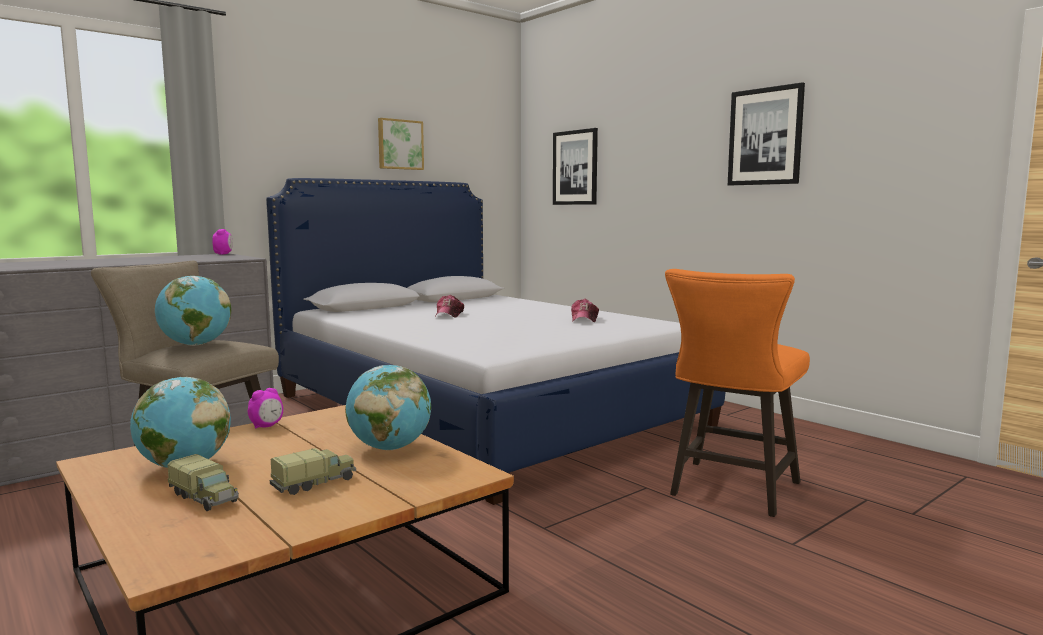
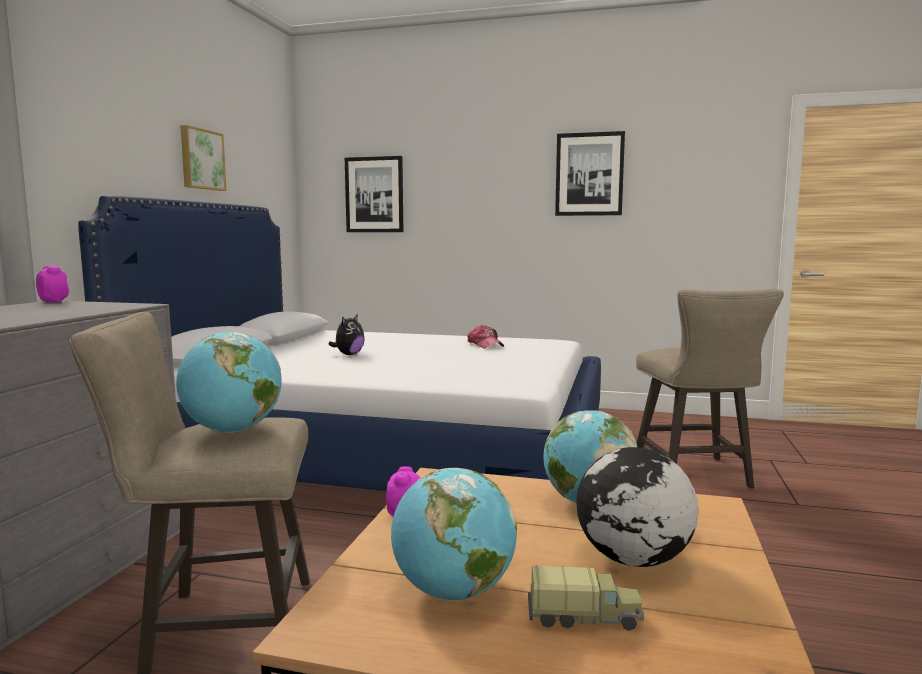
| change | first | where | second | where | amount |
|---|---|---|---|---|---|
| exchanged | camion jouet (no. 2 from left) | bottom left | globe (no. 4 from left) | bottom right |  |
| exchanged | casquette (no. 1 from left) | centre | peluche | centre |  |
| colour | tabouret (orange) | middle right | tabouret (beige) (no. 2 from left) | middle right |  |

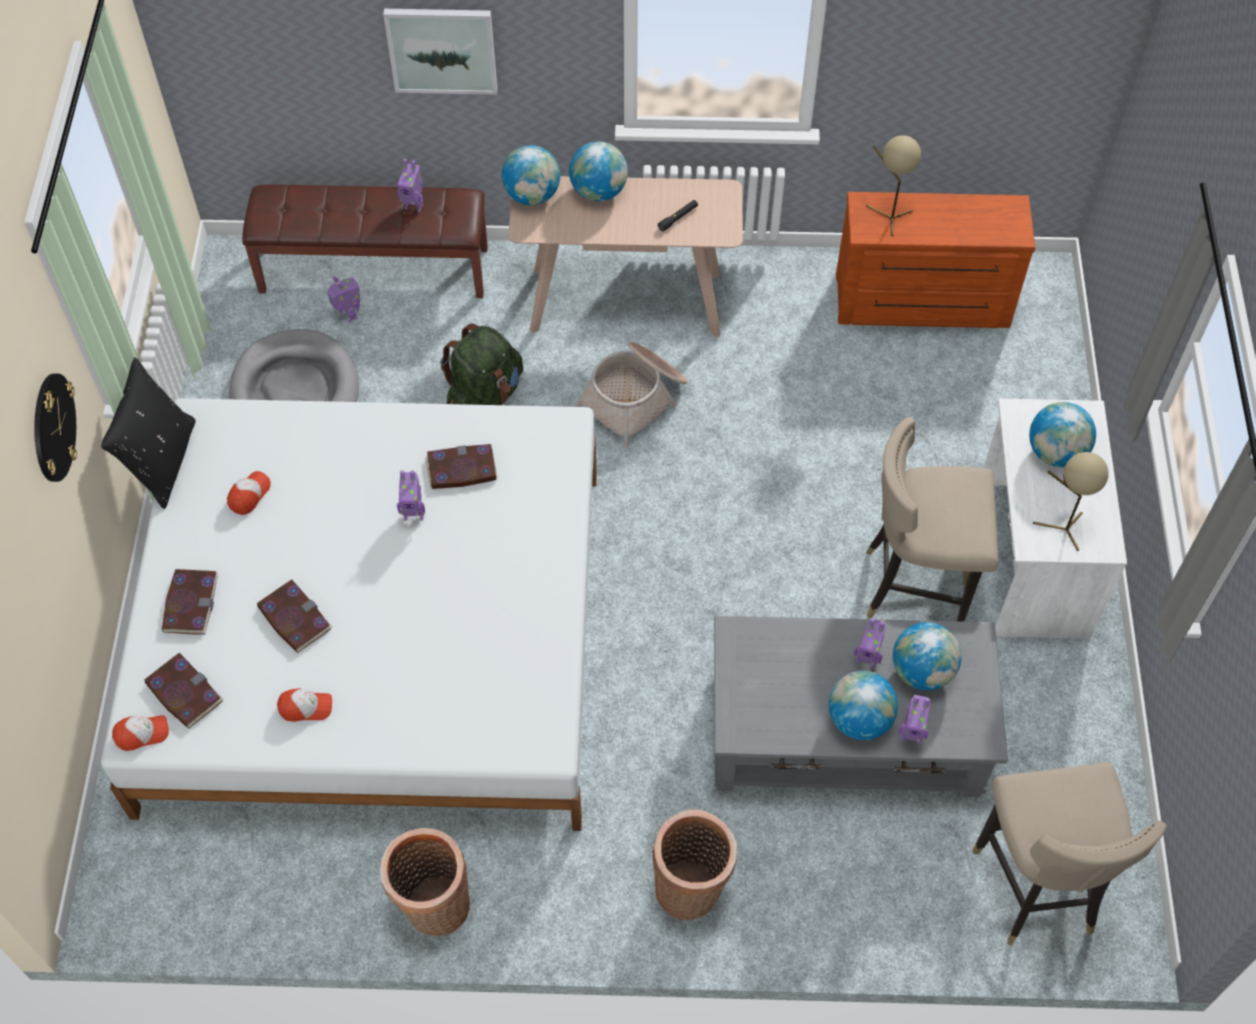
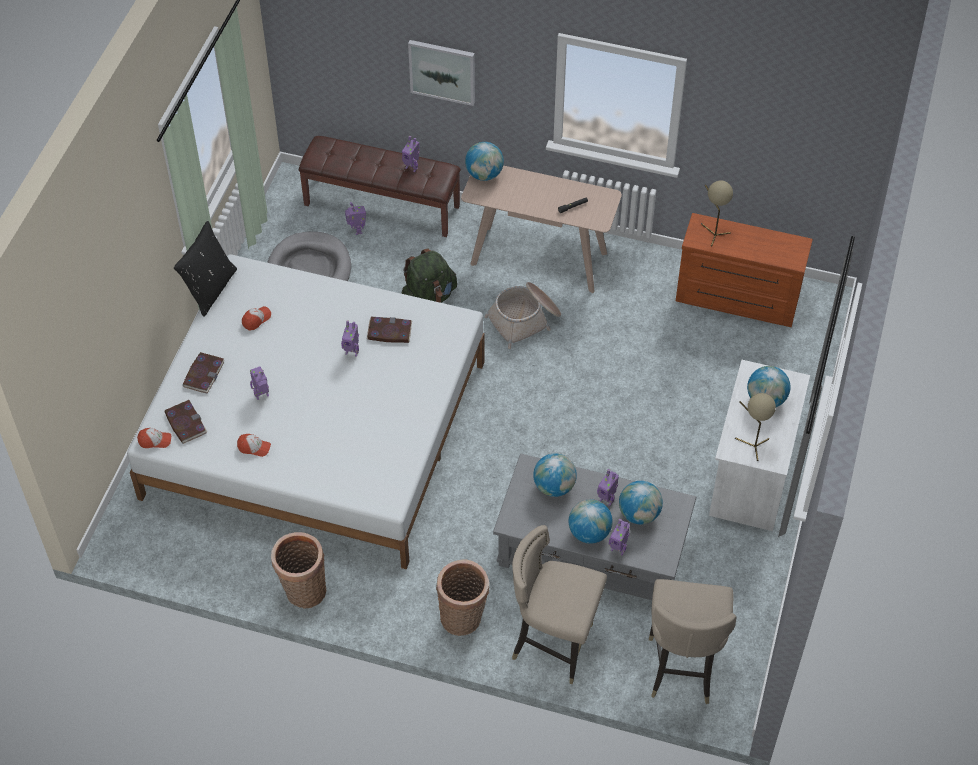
| change | first | where | second | where | amount |
|---|---|---|---|---|---|
| missing | horloge murale | middle left |  |  |  |
| exchanged | livre (no. 3 from left) | middle left | robot jouet (no. 1 from left) | middle left |  |
| relocated | globe (no. 2 from left) | top centre |  | centre |  |
| relocated | tabouret (beige) (no. 1 from left) | middle right |  | bottom centre |  |

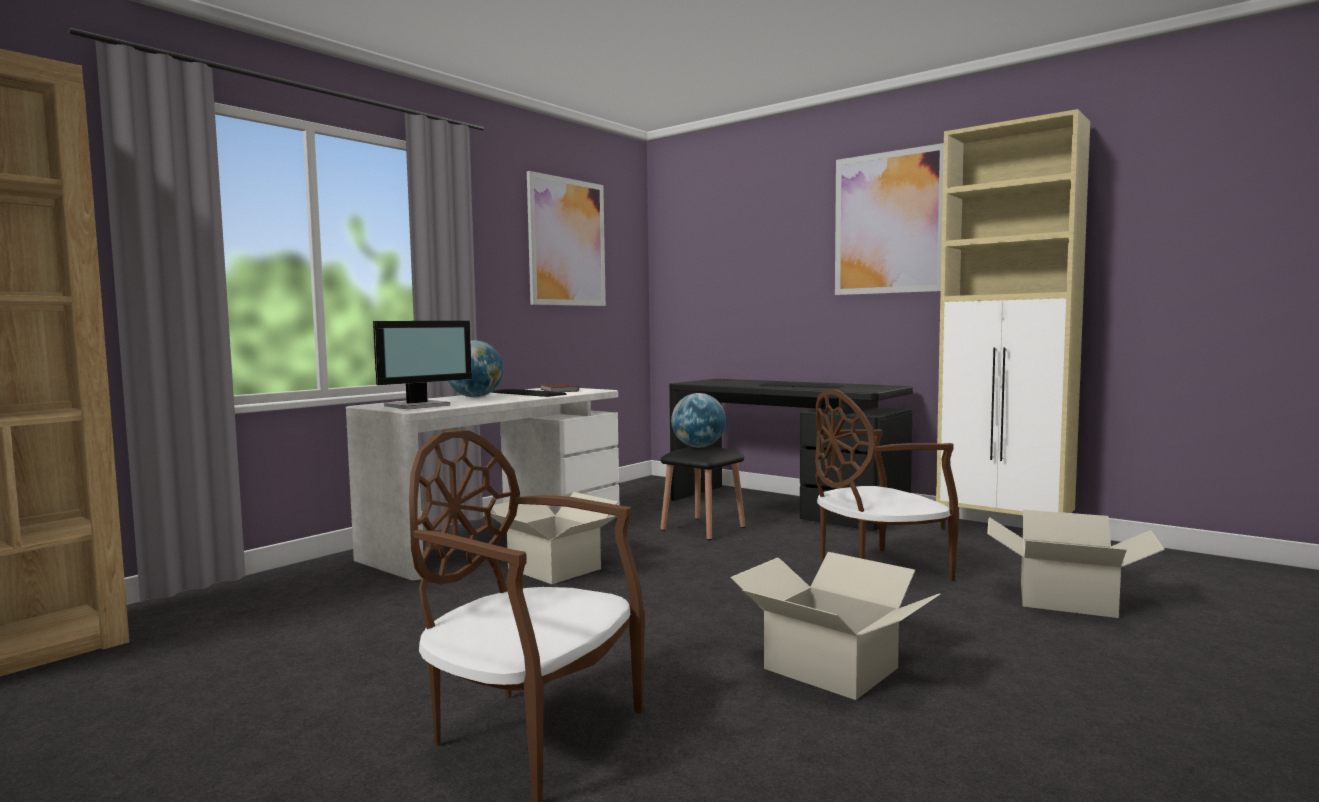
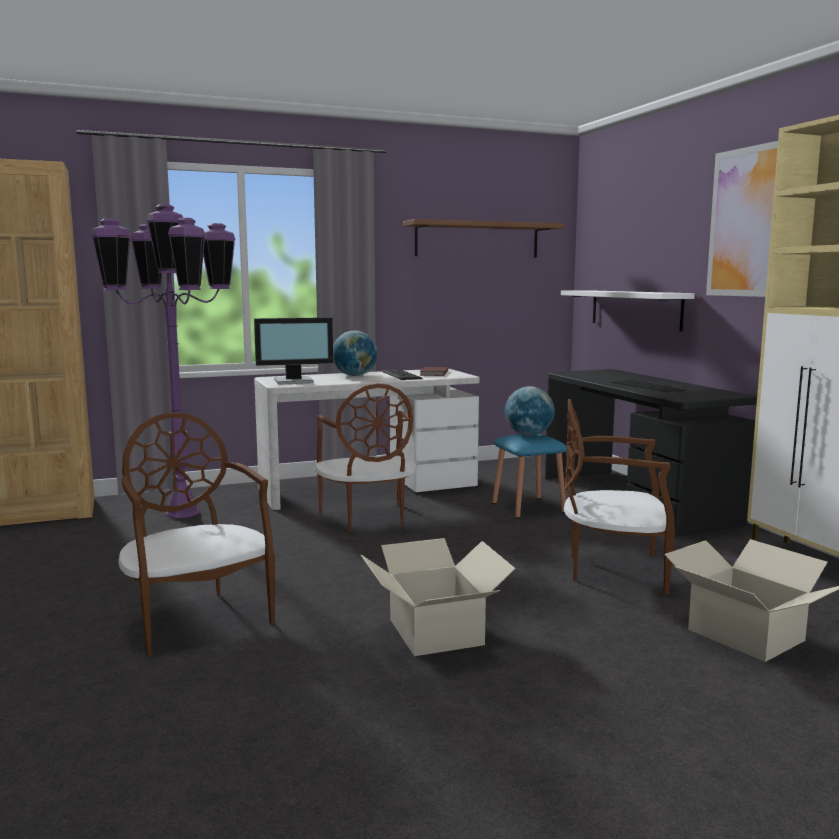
| change | first | where | second | where | amount |
|---|---|---|---|---|---|
| exchanged | carton (no. 1 from left) | bottom centre | chaise (marron) (no. 2 from left) | centre |  |
| exchanged | tableau (no. 1 from left) | top centre | étagère (marron) | top centre |  |
| colour | tabouret (noir) | centre | tabouret (bleu) | centre |  |
| appeared |  |  | lampadaire (violet) | middle left |  |
| appeared |  |  | étagère (blanc) | middle right |  |

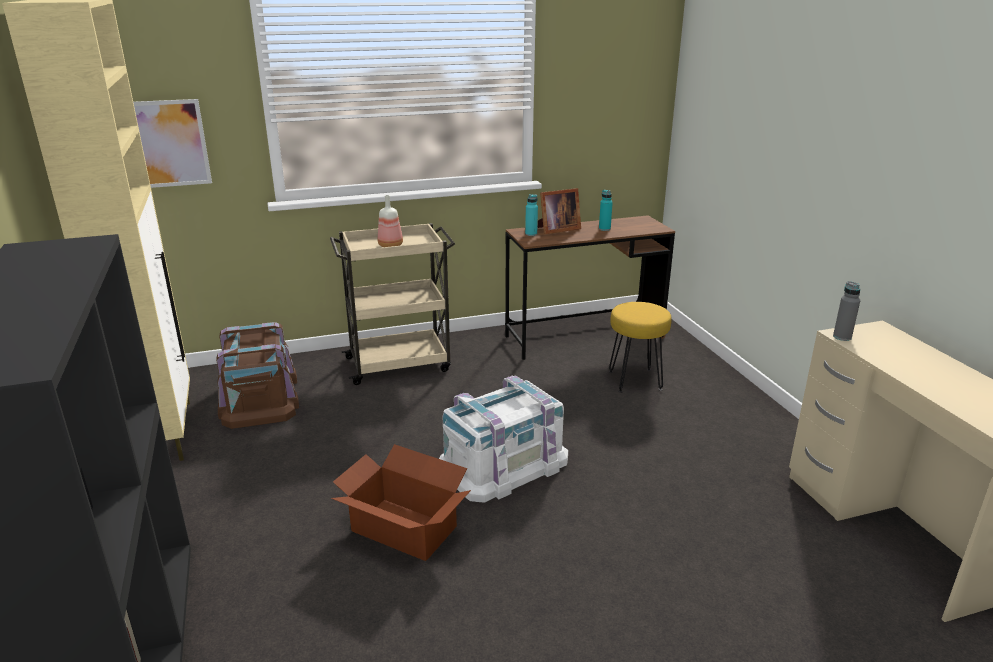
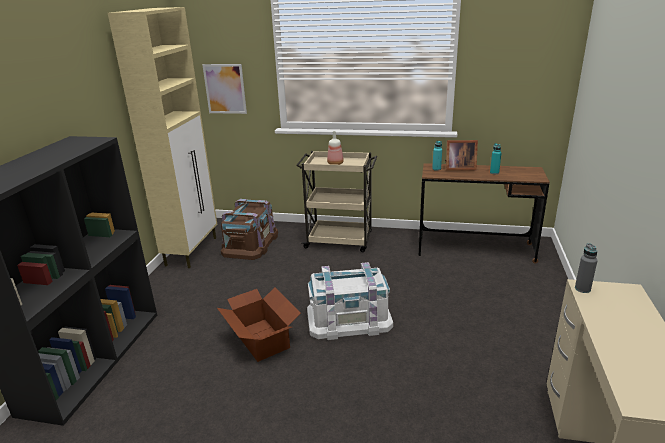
| change | first | where | second | where | amount |
|---|---|---|---|---|---|
| missing | tabouret (jaune) | centre |  |  |  |

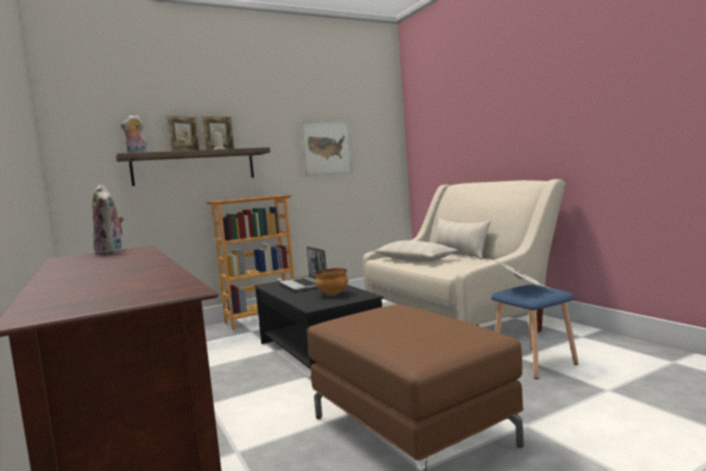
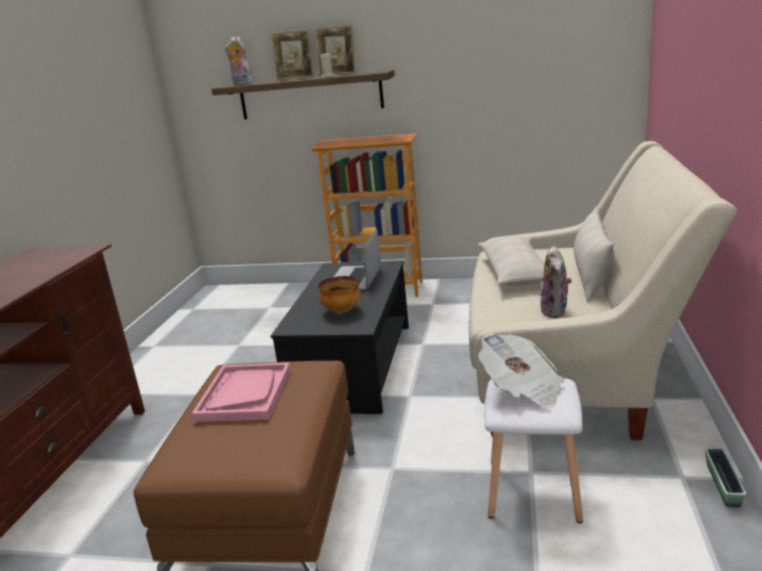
| change | first | where | second | where | amount |
|---|---|---|---|---|---|
| relocated | peluche (no. 1 from left in the first image) | middle left | peluche (no. 2 from left) | middle right |  |
| missing | tableau | top centre |  |  |  |
| colour | tabouret (bleu) | bottom right | tabouret (blanc) | bottom right |  |
| appeared |  |  | plateau (rose) | bottom left |  |
| appeared |  |  | cache-pot | bottom right |  |

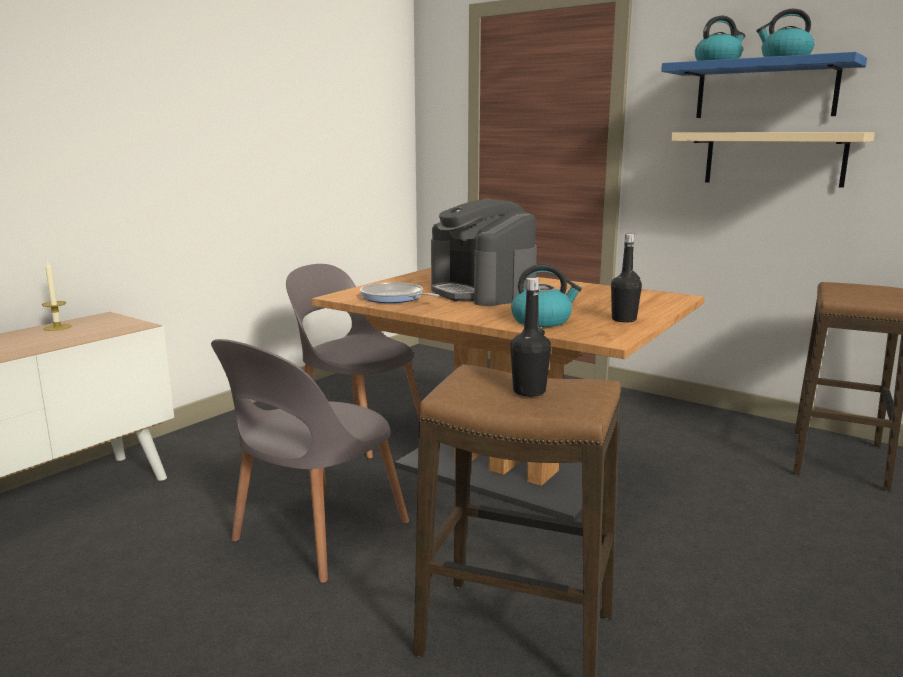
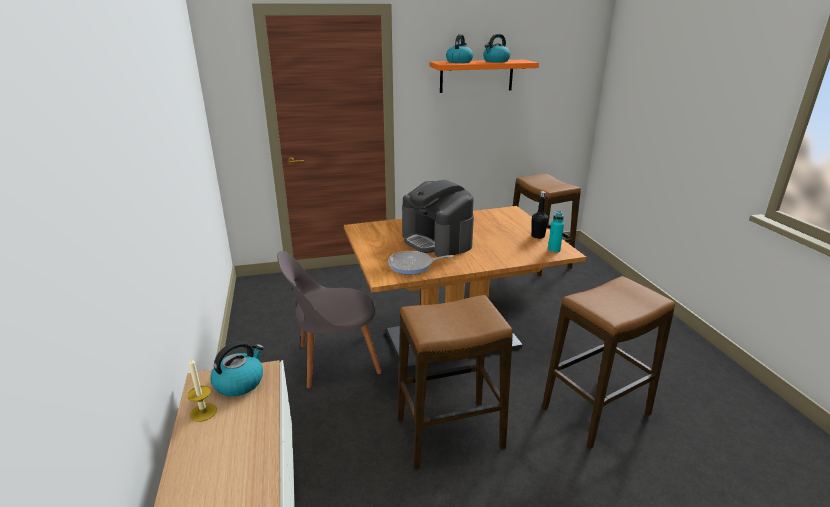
| change | first | where | second | where | amount |
|---|---|---|---|---|---|
| exchanged | chaise (gris) (no. 1 from left) | bottom centre | tabouret (no. 1 from left) | bottom centre |  |
| spun | machine à café | centre |  | centre | 45 degrees clockwise |
| missing | bouteille (noir) (no. 1 from left) | centre |  |  |  |
| relocated | bouilloire (no. 1 from left) | centre |  | bottom left |  |
| colour | étagère (bleu) | top right | étagère (orange) | top centre |  |
| missing | étagère (beige) | top right |  |  |  |
| appeared |  |  | bouteille (turquoise) | middle right |  |

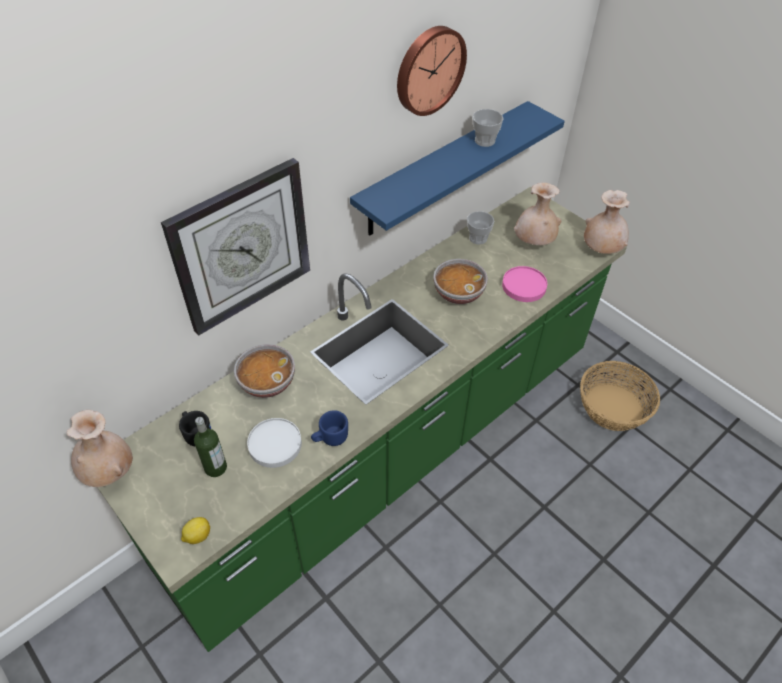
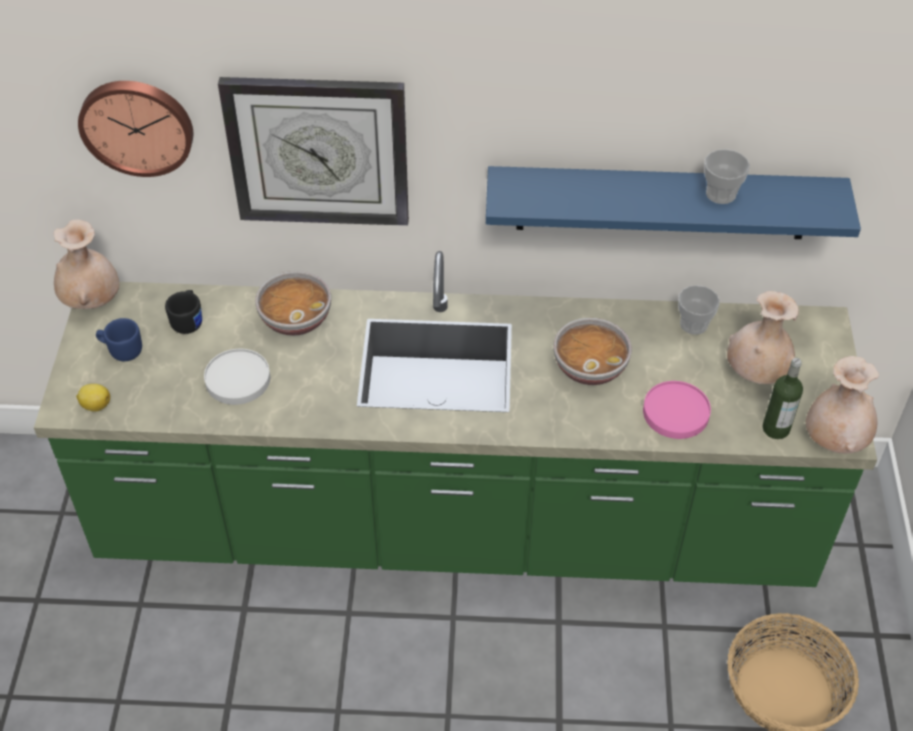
| change | first | where | second | where | amount |
|---|---|---|---|---|---|
| relocated | bouteille | middle left |  | middle right |  |
| relocated | mug (bleu) | centre |  | middle left |  |
| relocated | horloge murale (no. 2 from left in the first image) | top centre | horloge murale (no. 1 from left) | top left |  |

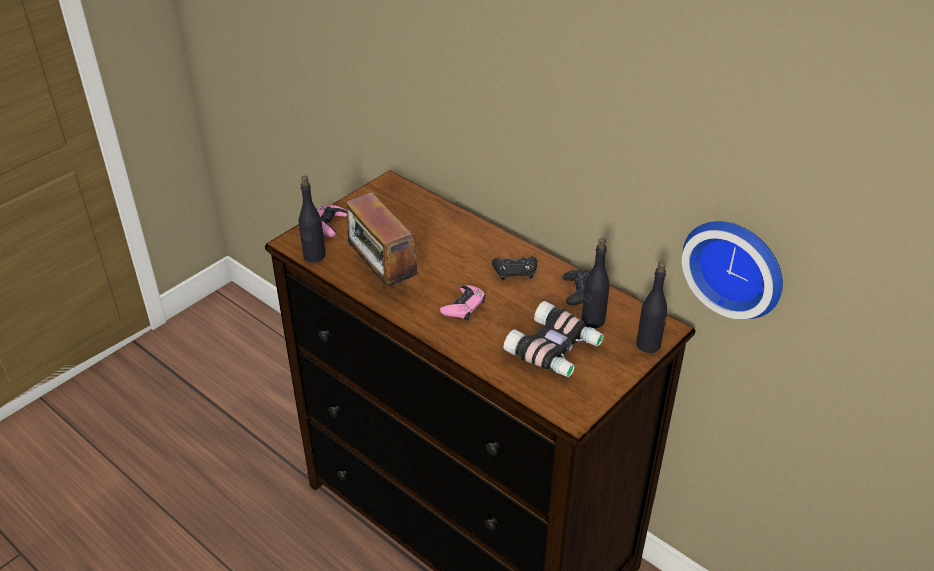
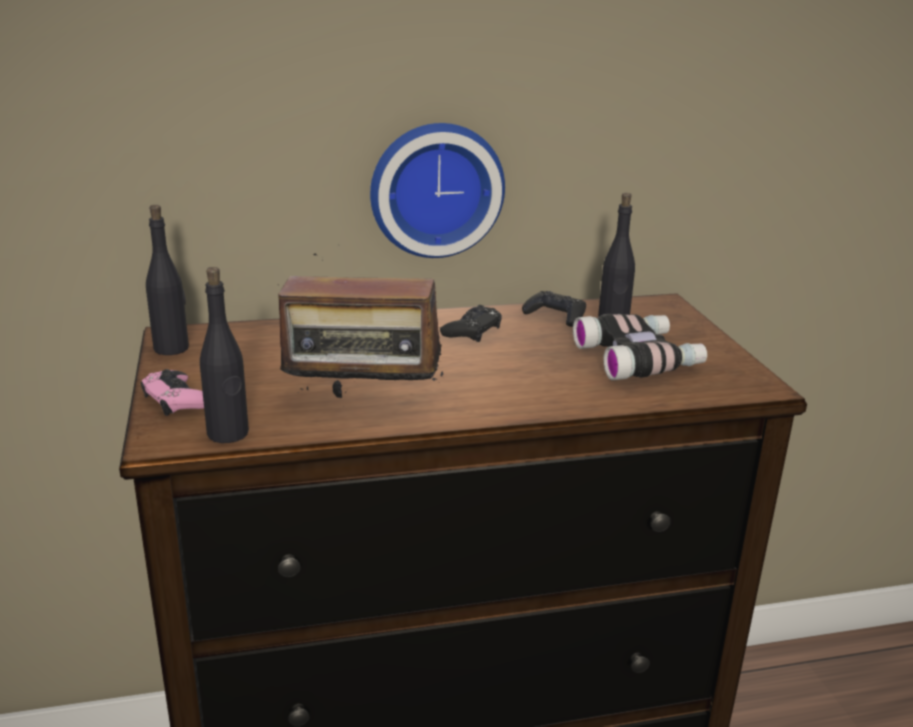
| change | first | where | second | where | amount |
|---|---|---|---|---|---|
| missing | manette (rose) (no. 2 from left) | centre |  |  |  |
| relocated | bouteille (noir) (no. 3 from left in the first image) | middle right | bouteille (noir) (no. 1 from left) | middle left |  |
| relocated | horloge murale | middle right |  | top centre |  |

